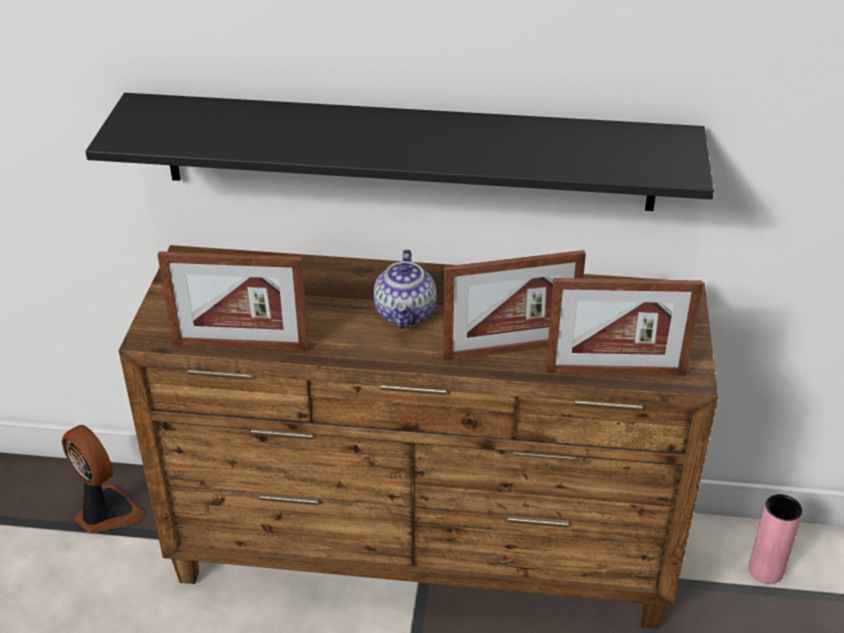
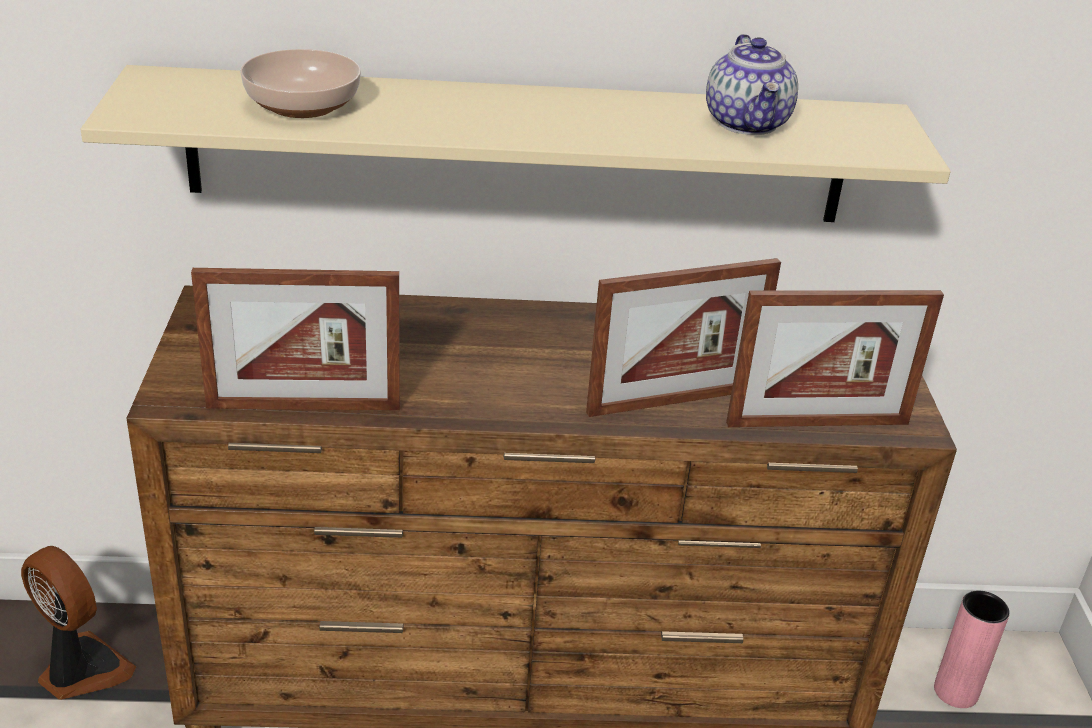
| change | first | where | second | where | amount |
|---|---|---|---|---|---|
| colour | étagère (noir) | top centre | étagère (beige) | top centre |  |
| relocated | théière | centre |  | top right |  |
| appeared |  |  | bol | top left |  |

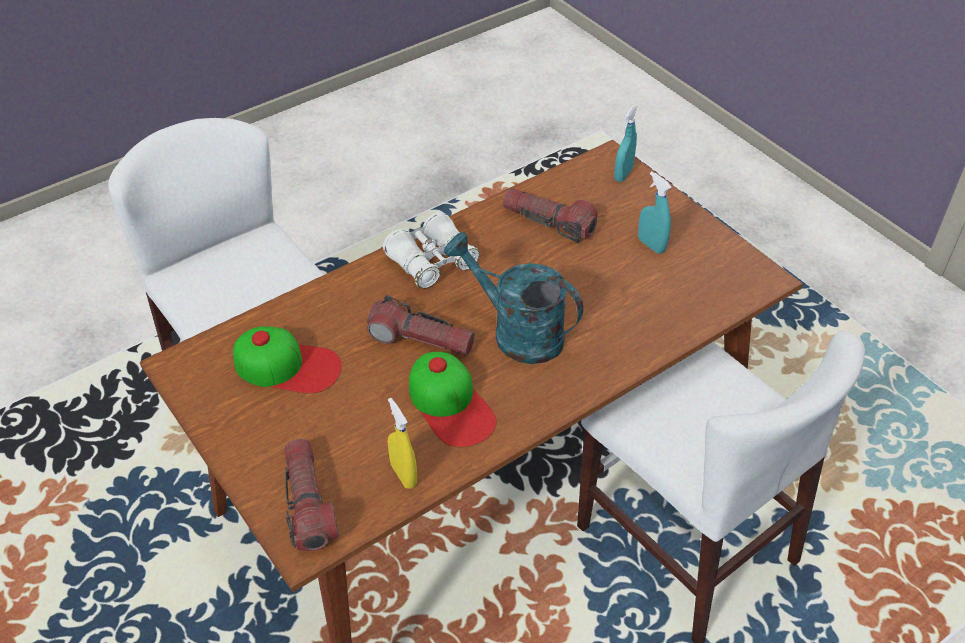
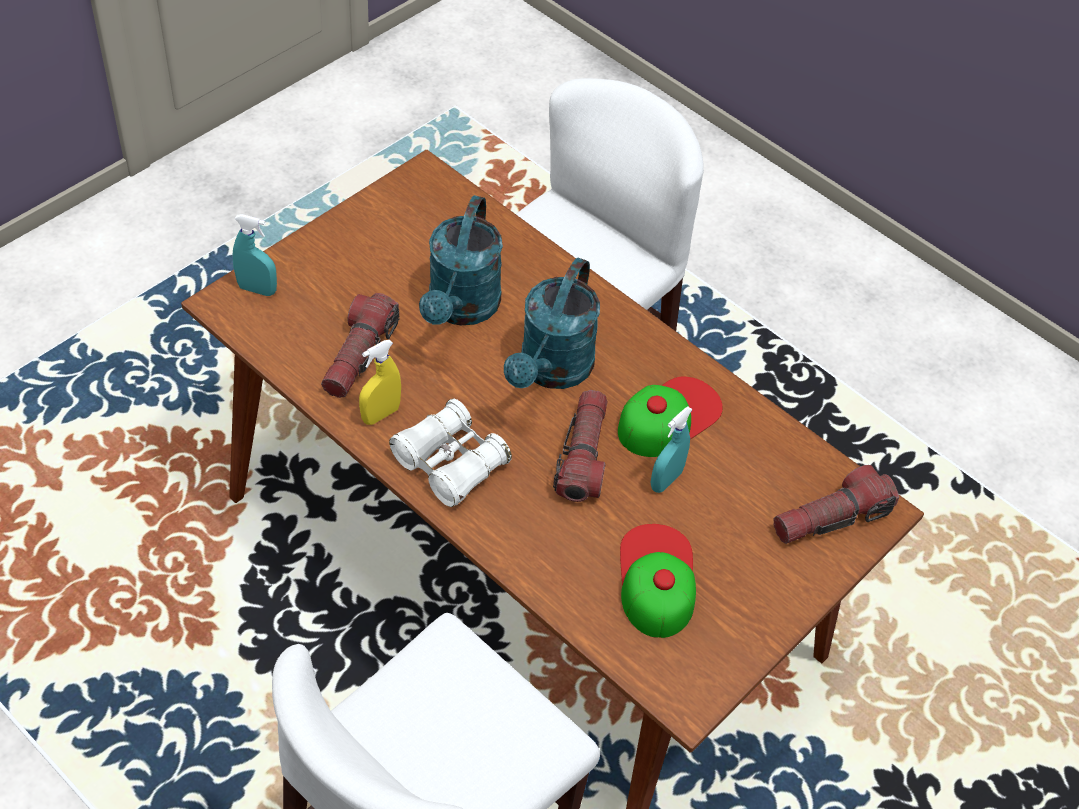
| change | first | where | second | where | amount |
|---|---|---|---|---|---|
| relocated | vaporisateur (jaune) | bottom centre |  | centre |  |
| relocated | vaporisateur (turquoise) (no. 2 from left) | top right |  | centre |  |
| appeared |  |  | arrosoir (turquoise) (no. 1 from left) | top centre |  |

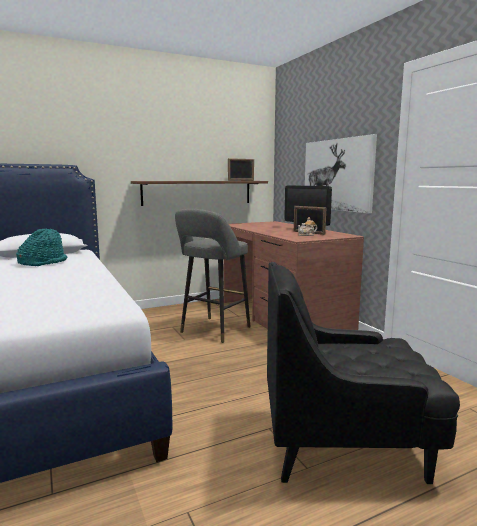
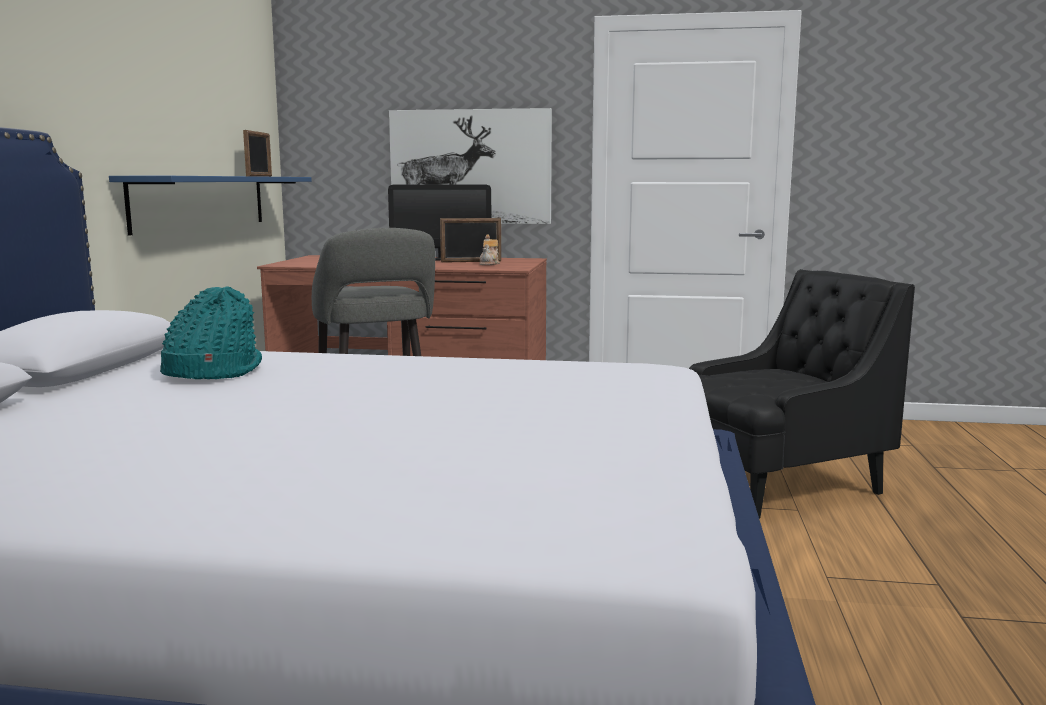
| change | first | where | second | where | amount |
|---|---|---|---|---|---|
| colour | étagère (marron) | centre | étagère (bleu) | top left |  |
| spun | fauteuil (noir) | bottom right |  | middle right | 150 degrees counterclockwise |

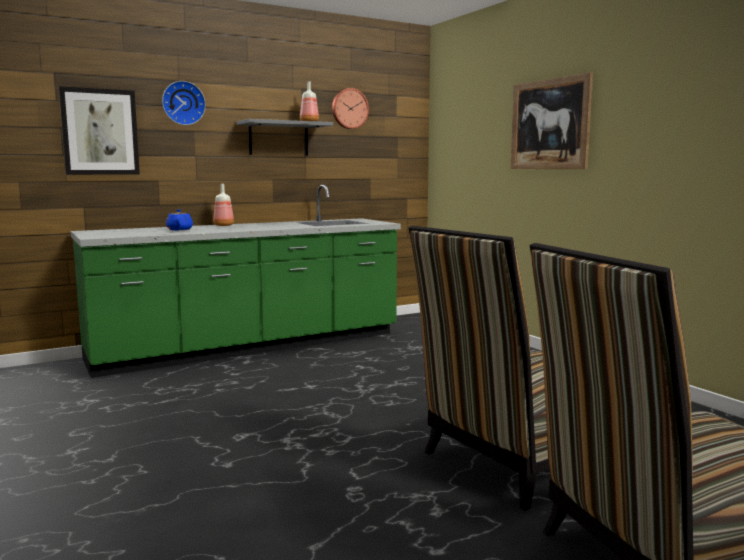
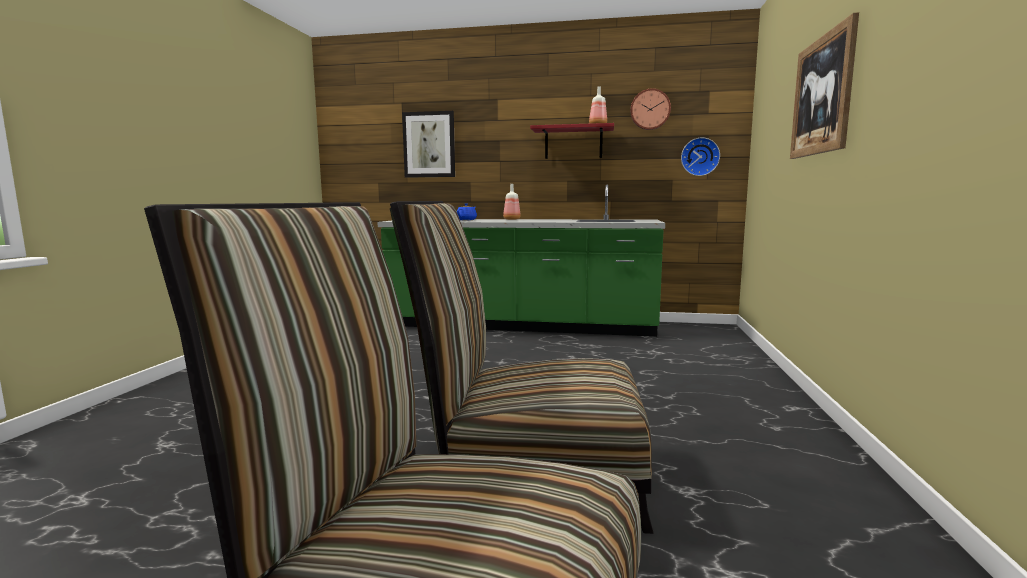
| change | first | where | second | where | amount |
|---|---|---|---|---|---|
| relocated | horloge murale (no. 1 from left in the first image) | top left | horloge murale (no. 2 from left) | top right |  |
| colour | étagère (gris) | top centre | étagère (rouge) | top centre |  |

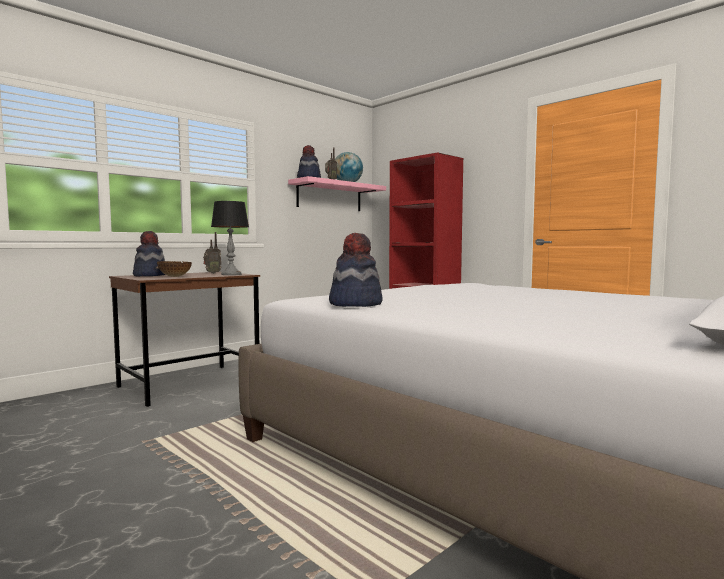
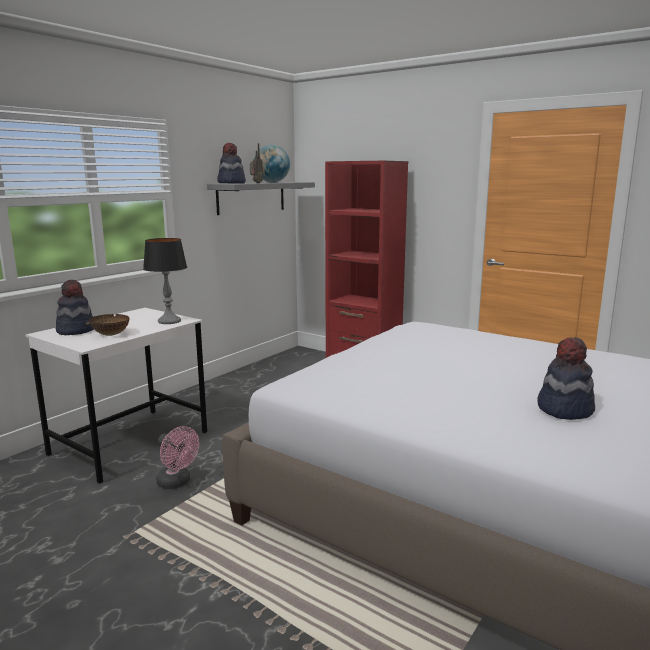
| change | first | where | second | where | amount |
|---|---|---|---|---|---|
| colour | bureau (marron) | middle left | bureau (blanc) | middle left |  |
| missing | radio (no. 1 from left) | middle left |  |  |  |
| colour | étagère (rose) | centre | étagère (gris) | top centre |  |
| relocated | chapeau (no. 3 from left) | centre |  | middle right |  |
| appeared |  |  | ventilateur (rose) | bottom left |  |

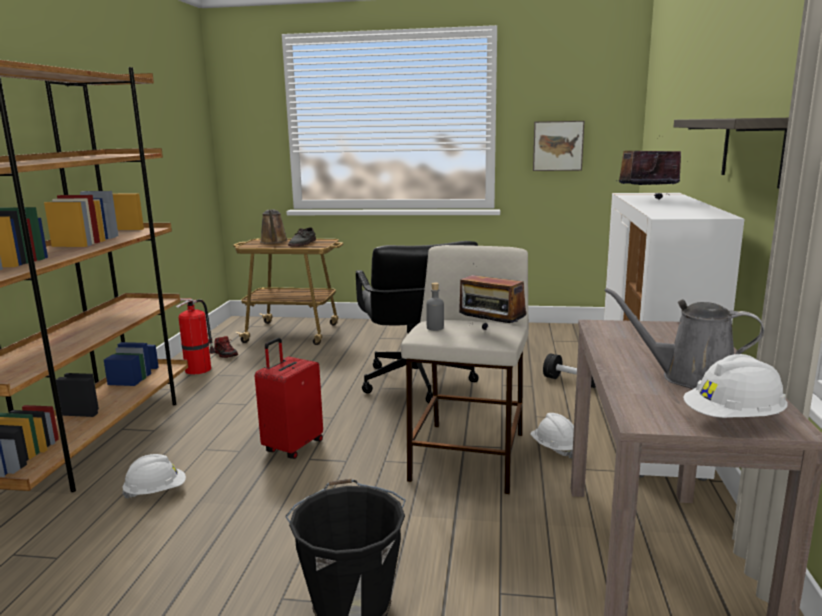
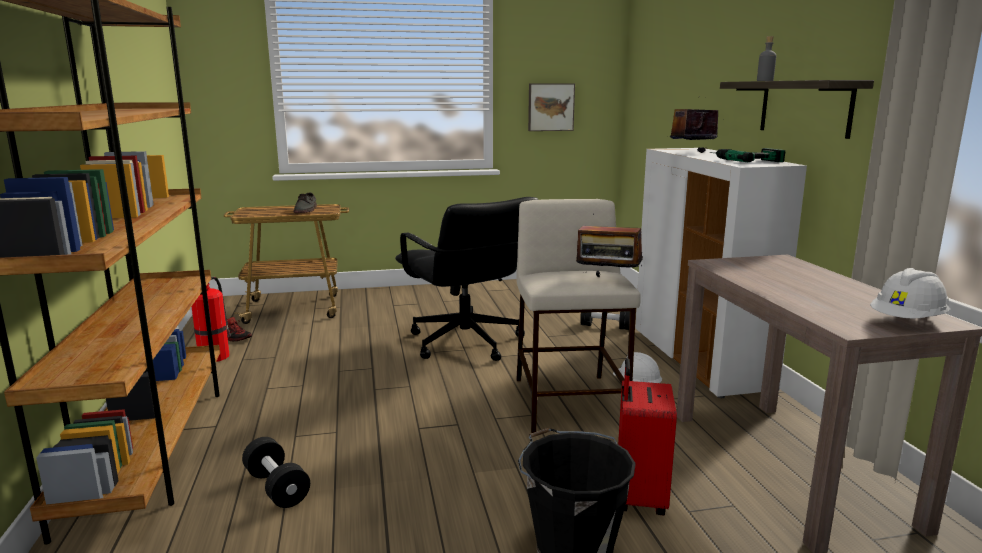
| change | first | where | second | where | amount |
|---|---|---|---|---|---|
| exchanged | casque de chantier (blanc) (no. 1 from left) | bottom left | haltère (noir) (no. 1 from left) | bottom left |  |
| relocated | valise (rouge) | centre |  | bottom centre |  |
| missing | arrosoir (marron) | centre |  |  |  |
| relocated | bouteille (gris) | centre |  | top right |  |
| missing | arrosoir (gris) | middle right |  |  |  |
| appeared |  |  | perceuse | top right |  |

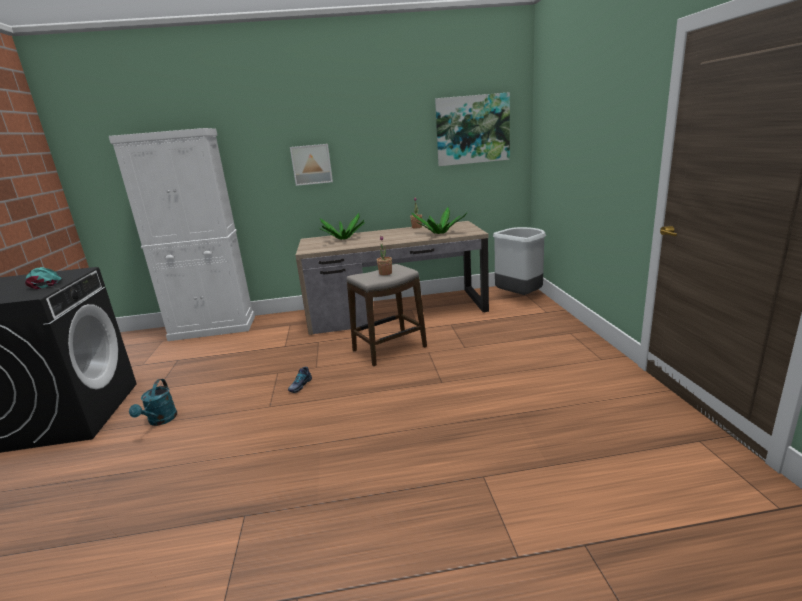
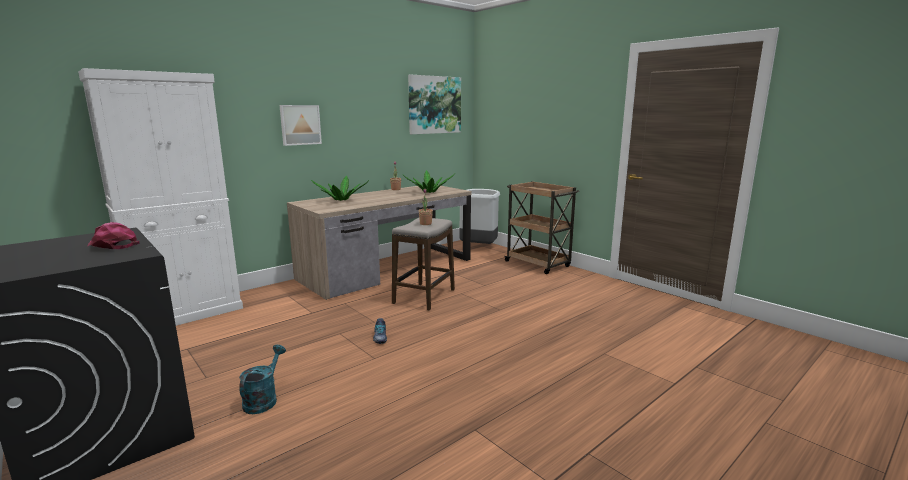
| change | first | where | second | where | amount |
|---|---|---|---|---|---|
| colour | casquette (turquoise) | middle left | casquette (rose) | middle left |  |
| spun | arrosoir (turquoise) | bottom left |  | bottom left | 135 degrees counterclockwise |
| appeared |  |  | chariot (marron) | centre |  |

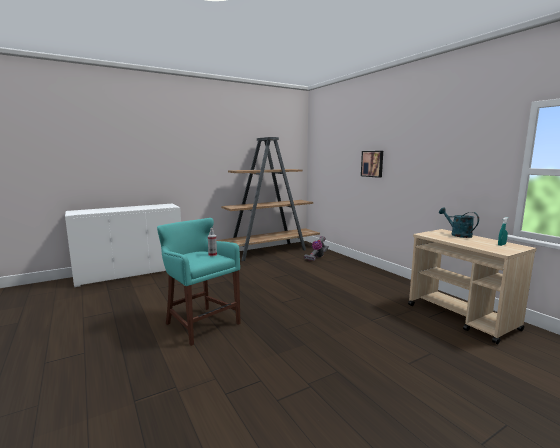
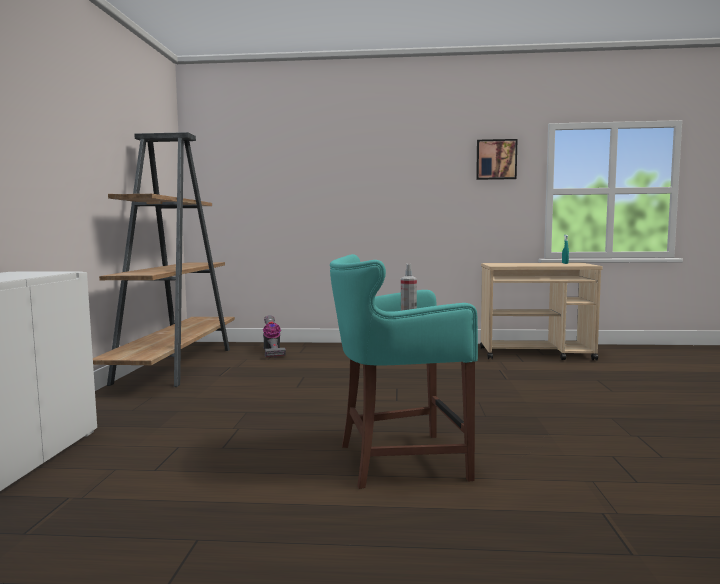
| change | first | where | second | where | amount |
|---|---|---|---|---|---|
| relocated | tableau | centre |  | top right |  |
| missing | arrosoir (turquoise) | middle right |  |  |  |

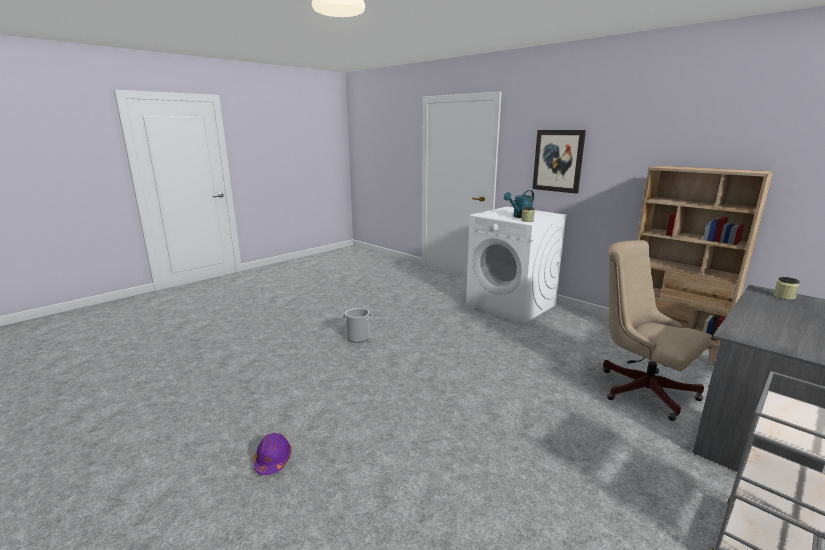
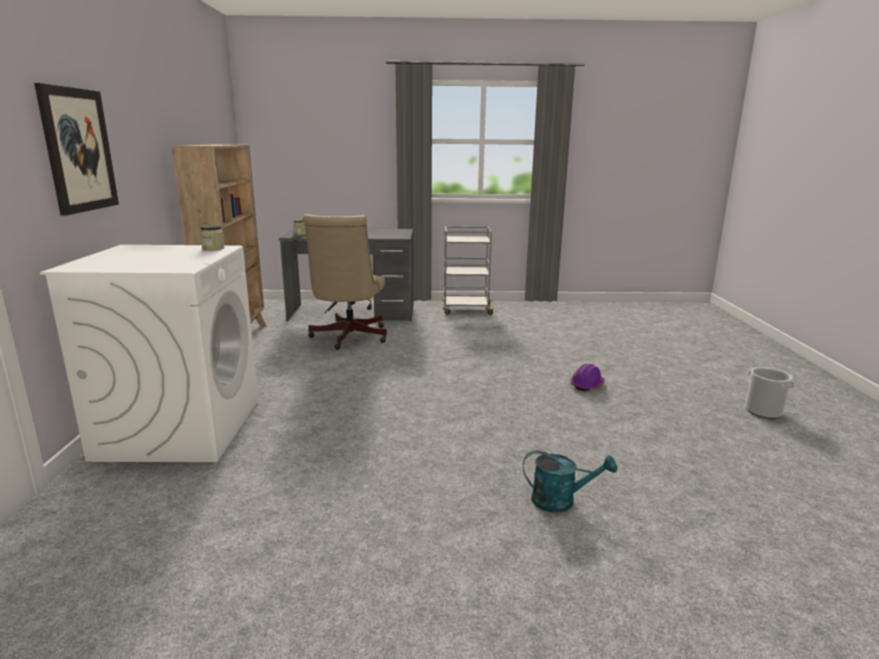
| change | first | where | second | where | amount |
|---|---|---|---|---|---|
| relocated | casque de chantier (violet) | bottom left |  | middle right |  |
| relocated | seau | centre |  | middle right |  |
| relocated | arrosoir (turquoise) | centre |  | bottom centre |  |

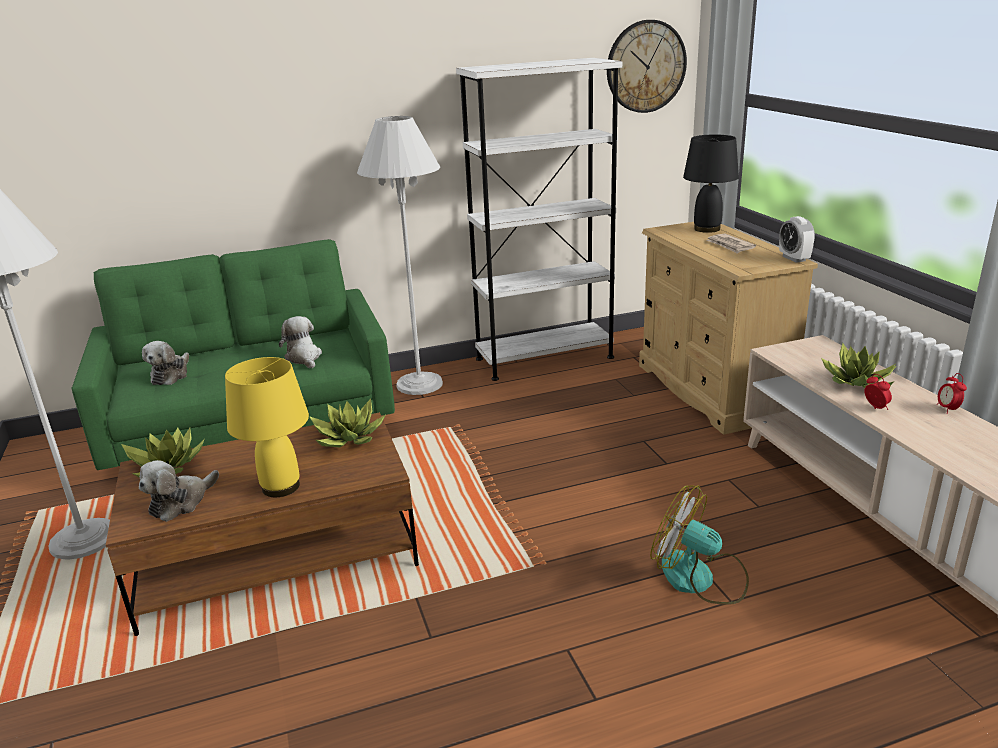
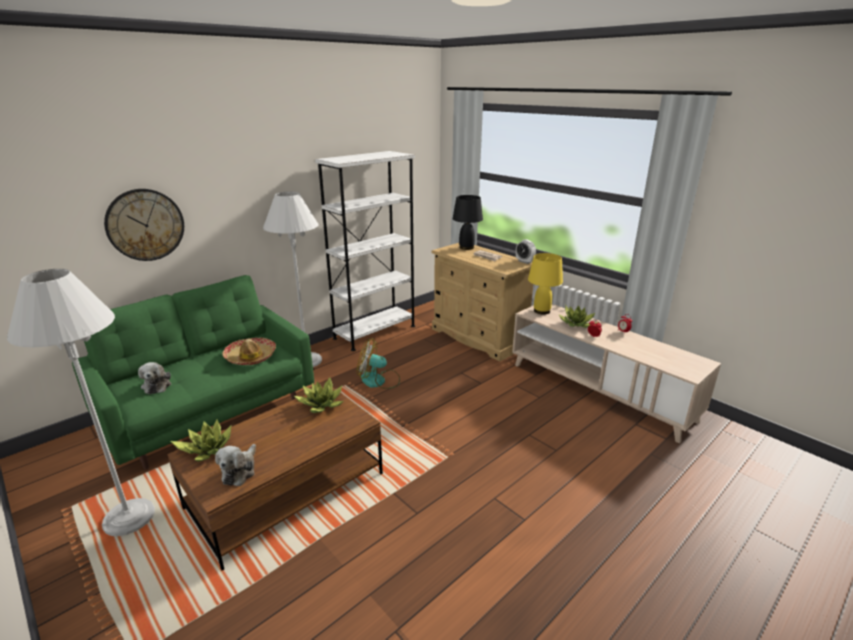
| change | first | where | second | where | amount |
|---|---|---|---|---|---|
| relocated | lampe de table (jaune) | middle left |  | centre |  |
| exchanged | peluche (no. 3 from left) | middle left | chapeau | middle left |  |
| relocated | horloge murale | top centre |  | middle left |  |
| relocated | ventilateur | bottom right |  | centre |  |

